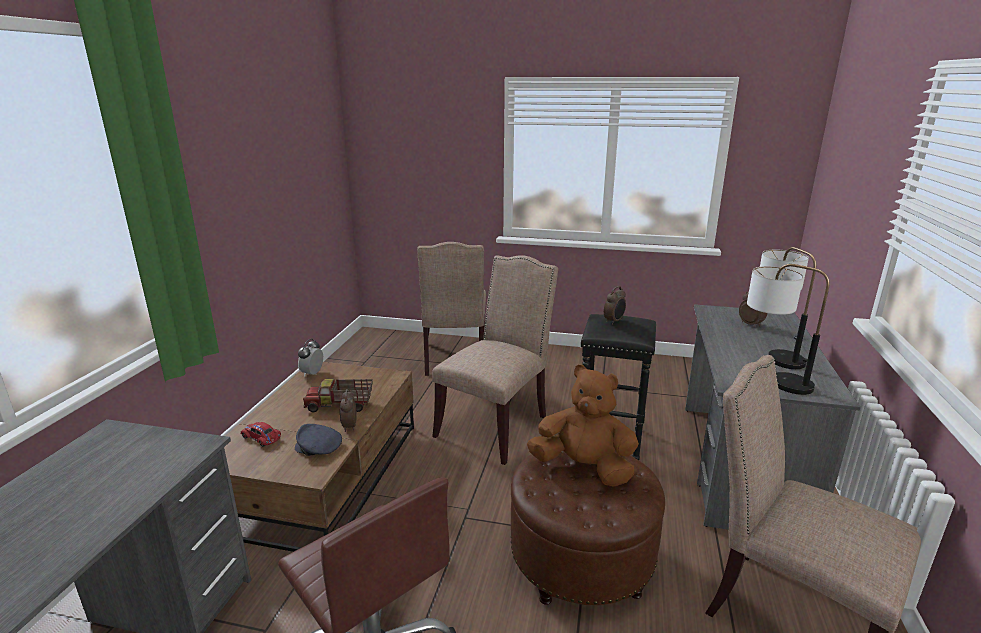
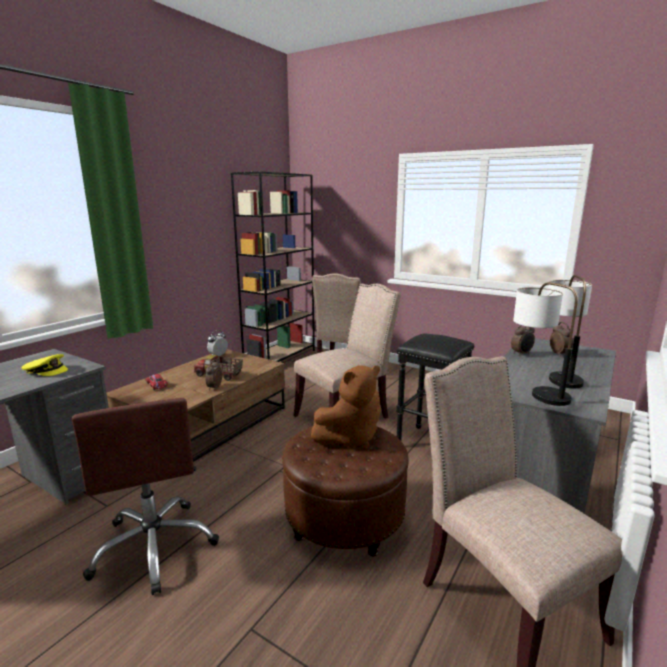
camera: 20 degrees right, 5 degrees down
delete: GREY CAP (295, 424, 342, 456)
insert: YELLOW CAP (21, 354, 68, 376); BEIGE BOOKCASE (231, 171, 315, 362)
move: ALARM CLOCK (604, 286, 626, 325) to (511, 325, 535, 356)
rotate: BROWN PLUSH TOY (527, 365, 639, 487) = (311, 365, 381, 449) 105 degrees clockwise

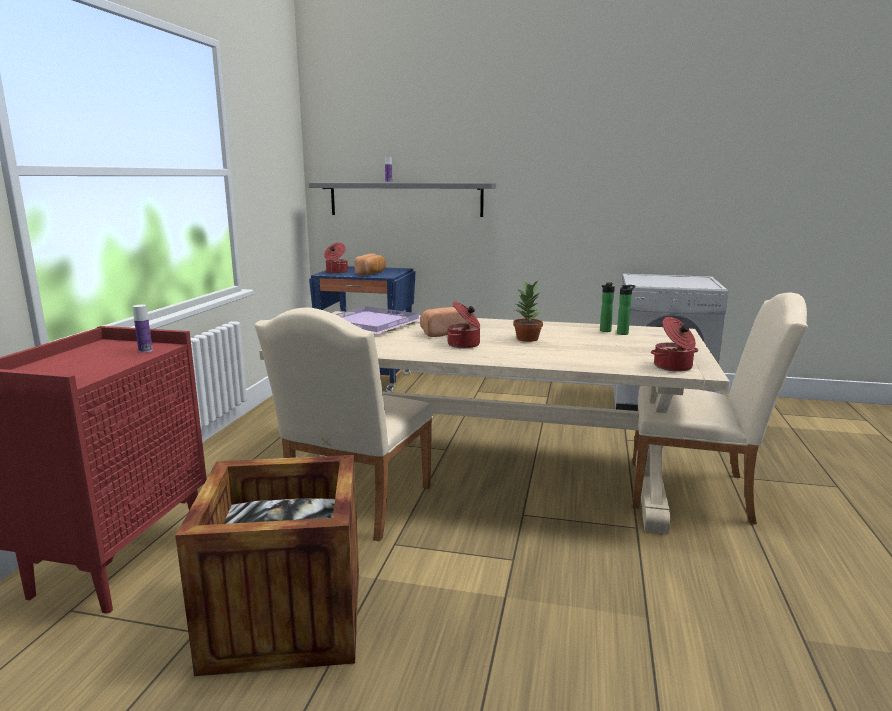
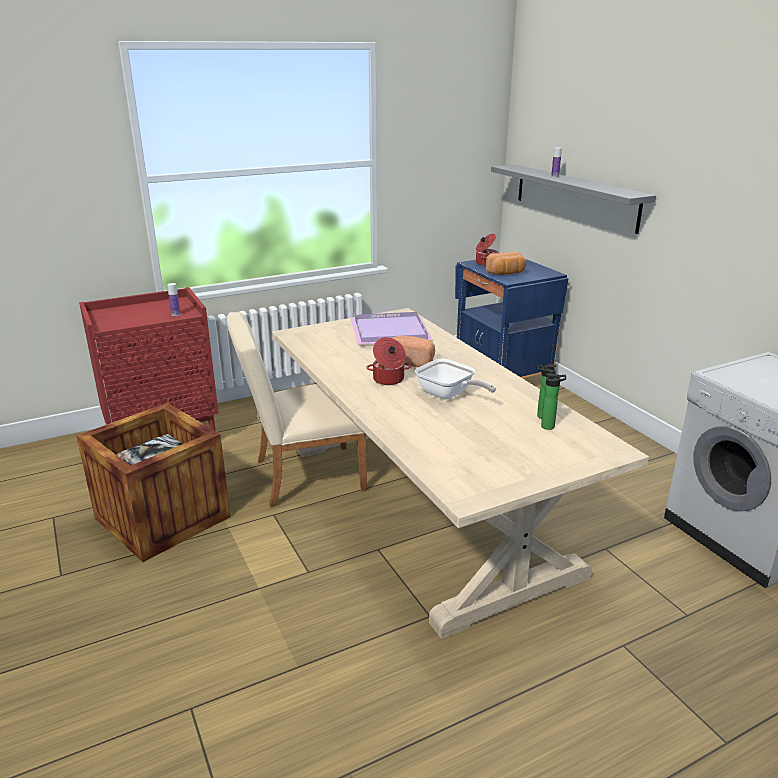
camera: 50 degrees right, 10 degrees up
delete: BEIGE CHAIR (632, 293, 808, 524); COOKING POT (651, 317, 699, 372)
replace: POTTED PLANT (513, 280, 543, 342) to FRYING PAN (415, 358, 496, 399)

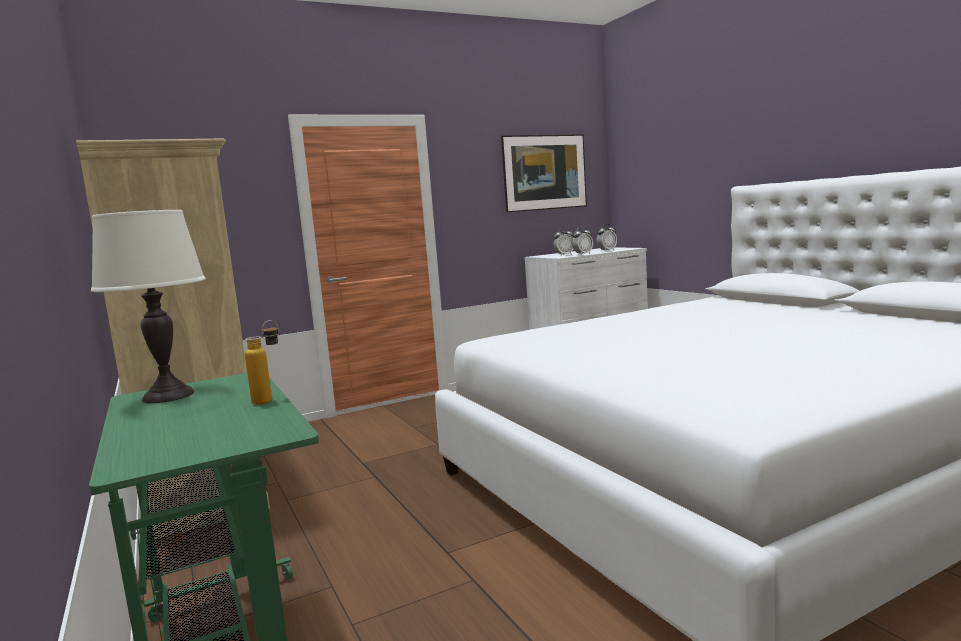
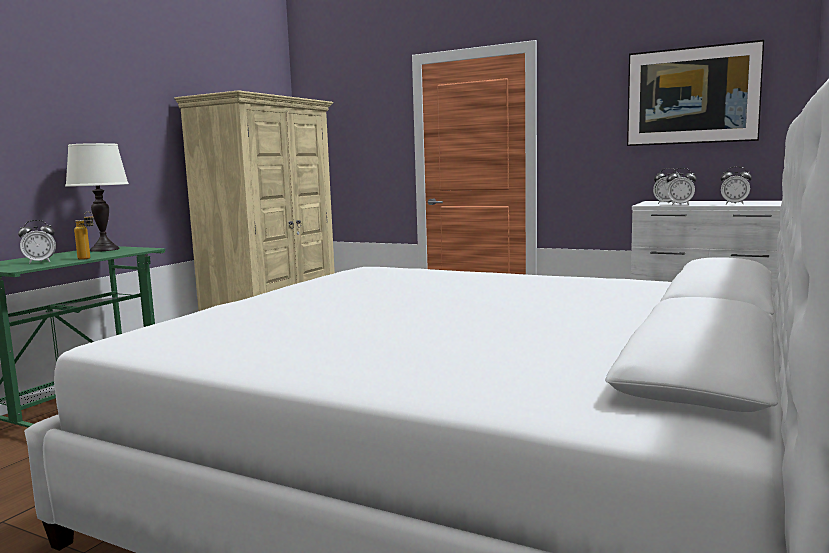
camera: 55 degrees right, 0 degrees up
insert: ALARM CLOCK (18, 220, 56, 264)

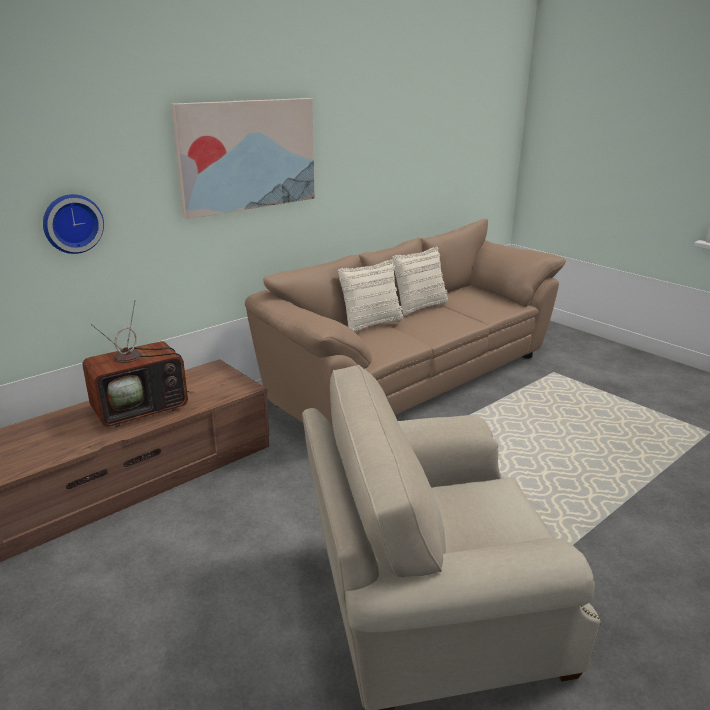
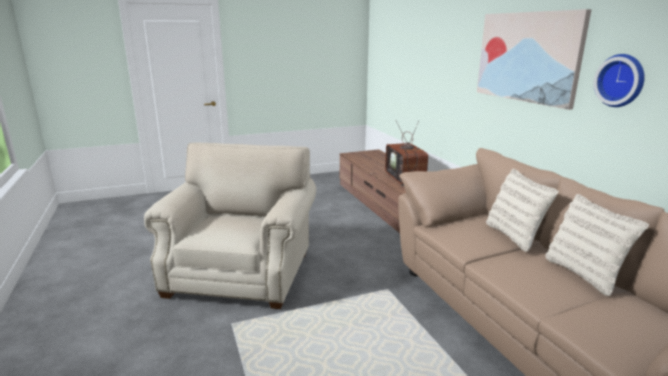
camera: 110 degrees right, 5 degrees down
move: WALL CLOCK (43, 194, 104, 254) to (593, 54, 645, 107)

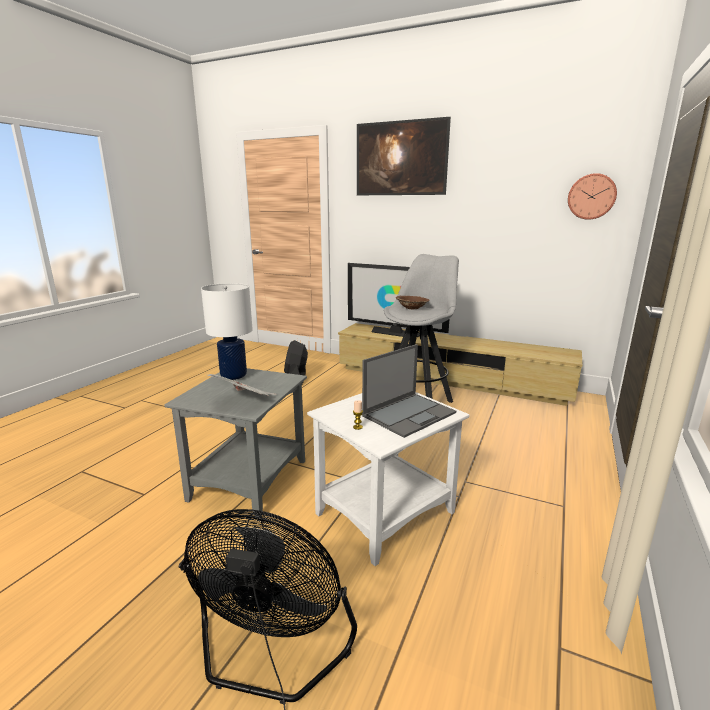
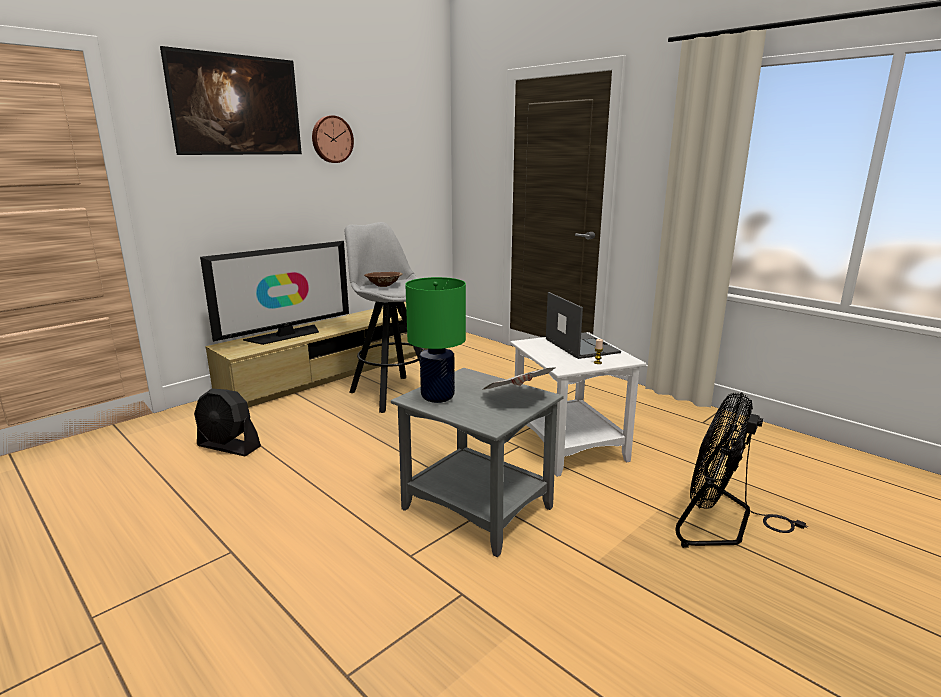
camera: 70 degrees left, 0 degrees up
move: WALL CLOCK (568, 173, 617, 220) to (312, 115, 354, 163)
recolor: WHITE TABLE LAMP (201, 283, 253, 380) to GREEN TABLE LAMP (405, 277, 466, 403)

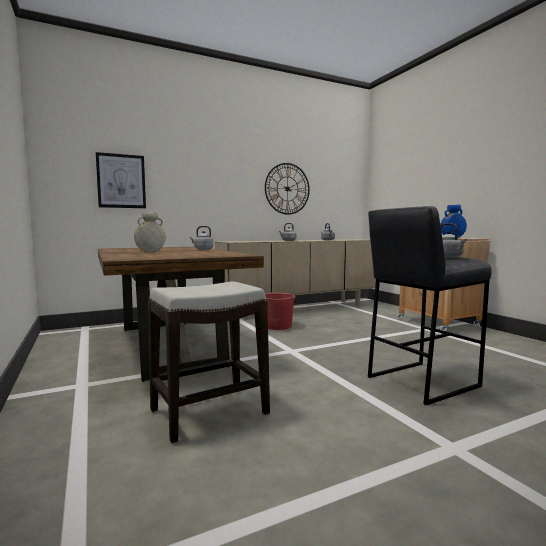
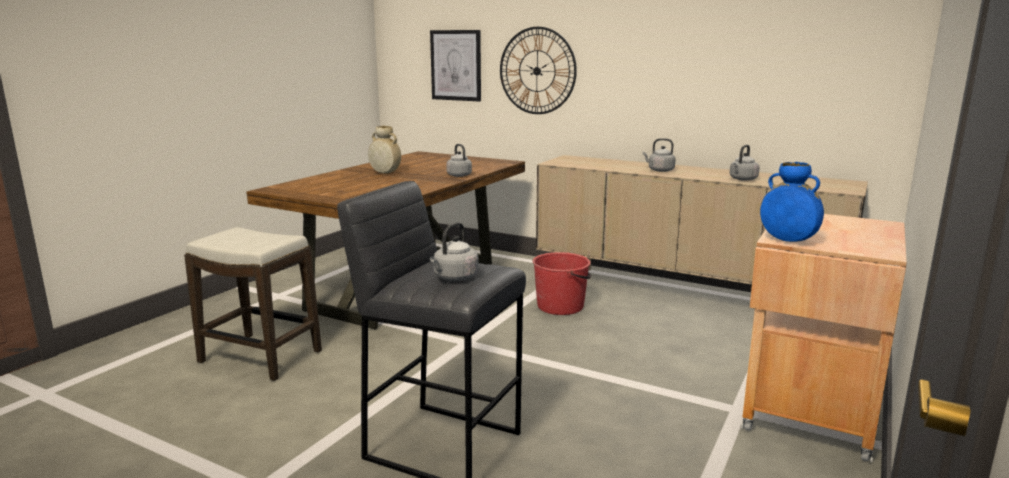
camera: 55 degrees right, 10 degrees up
move: WALL CLOCK (265, 163, 310, 215) to (500, 27, 577, 114)

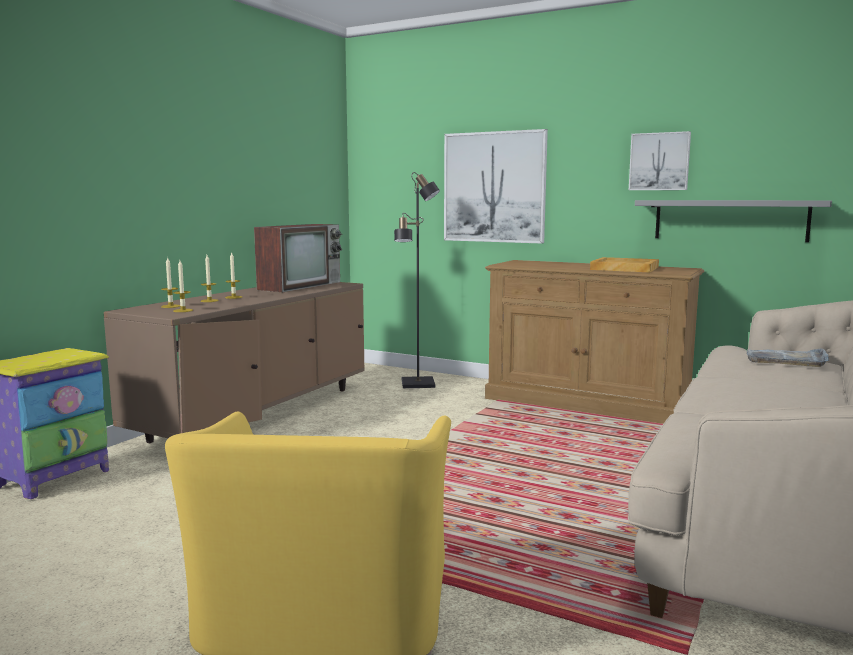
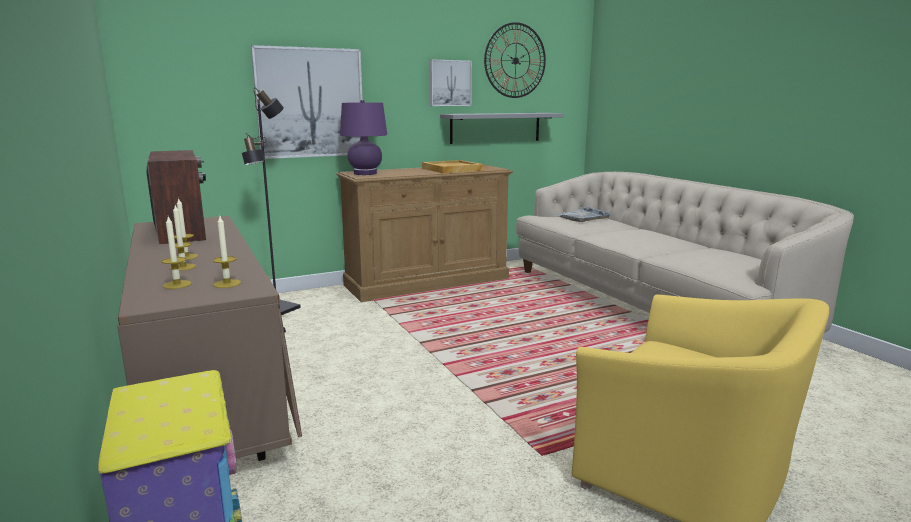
camera: 55 degrees left, 5 degrees up
insert: PURPLE TABLE LAMP (340, 100, 387, 175); WALL CLOCK (484, 22, 546, 98)

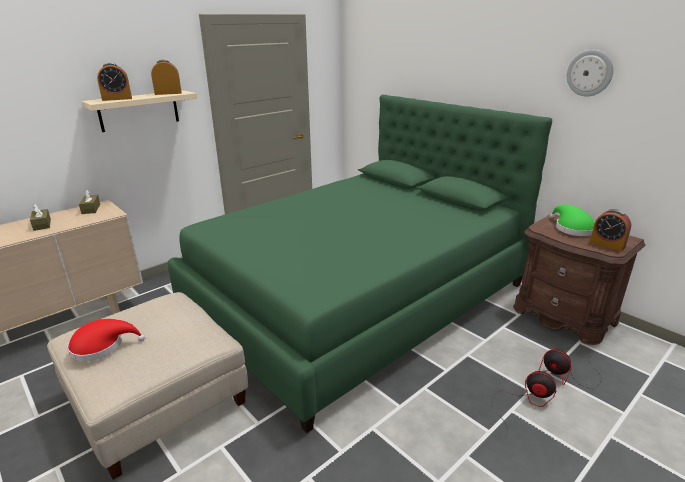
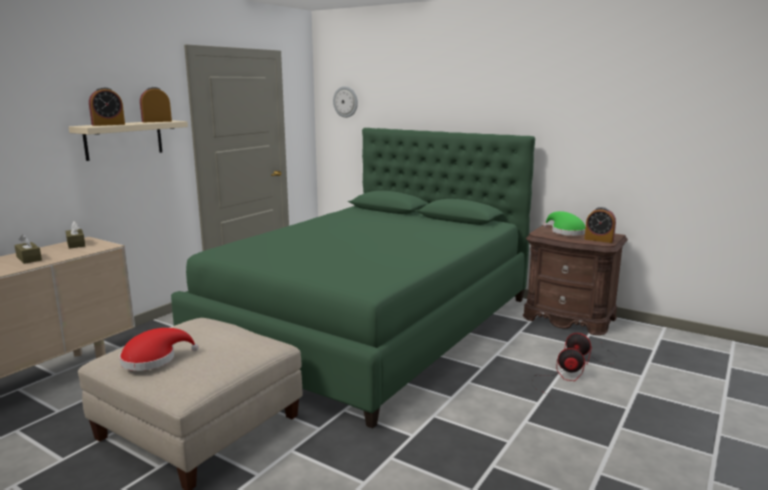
camera: 15 degrees left, 10 degrees down
move: WALL CLOCK (567, 50, 613, 97) to (333, 86, 358, 118)

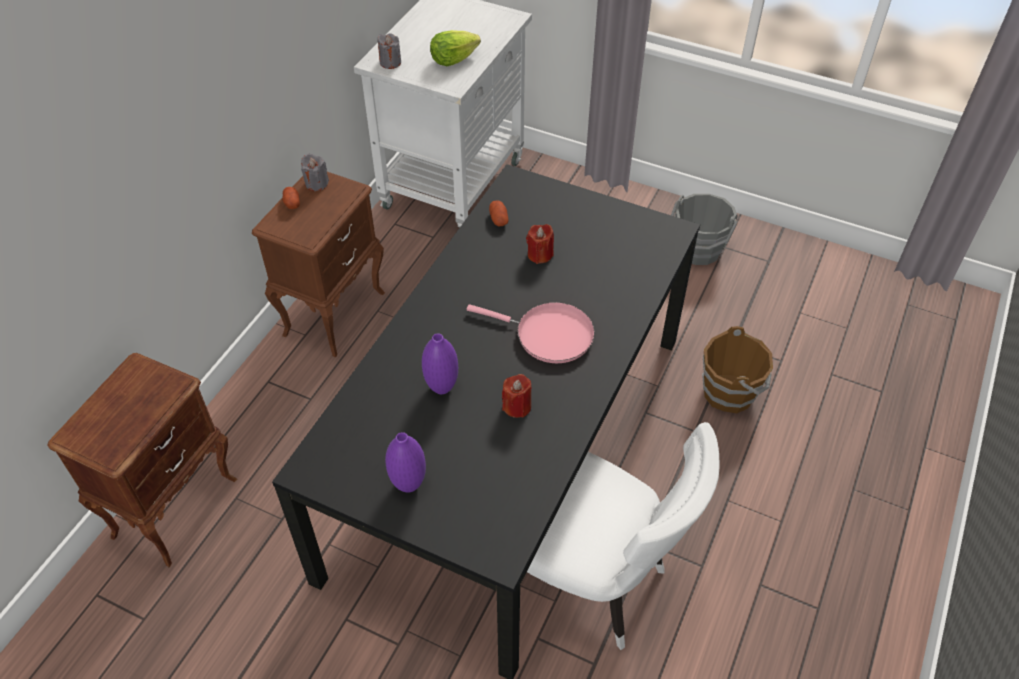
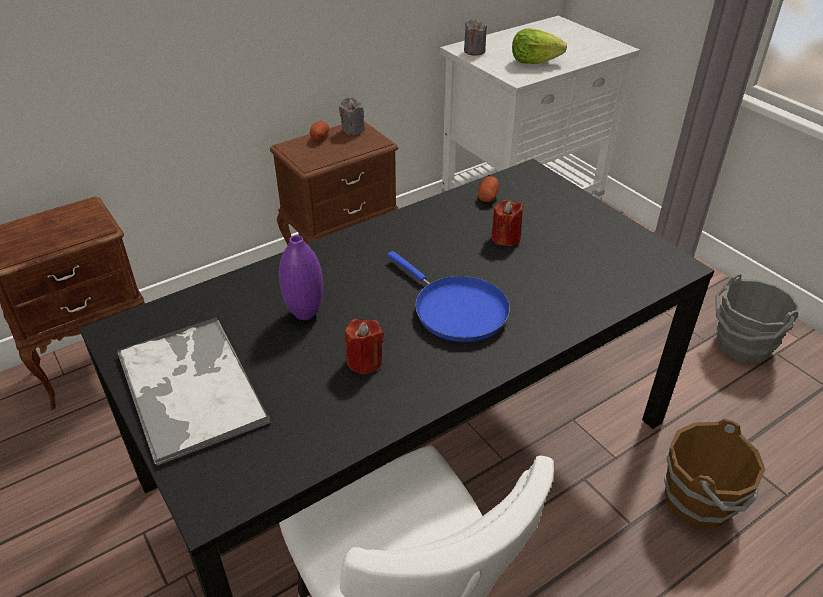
camera: 30 degrees right, 10 degrees down
replace: PURPLE VASE (385, 432, 426, 493) to TRAY (117, 317, 271, 466)
recolor: PINK FRYING PAN (467, 302, 595, 363) to BLUE FRYING PAN (387, 251, 510, 342)

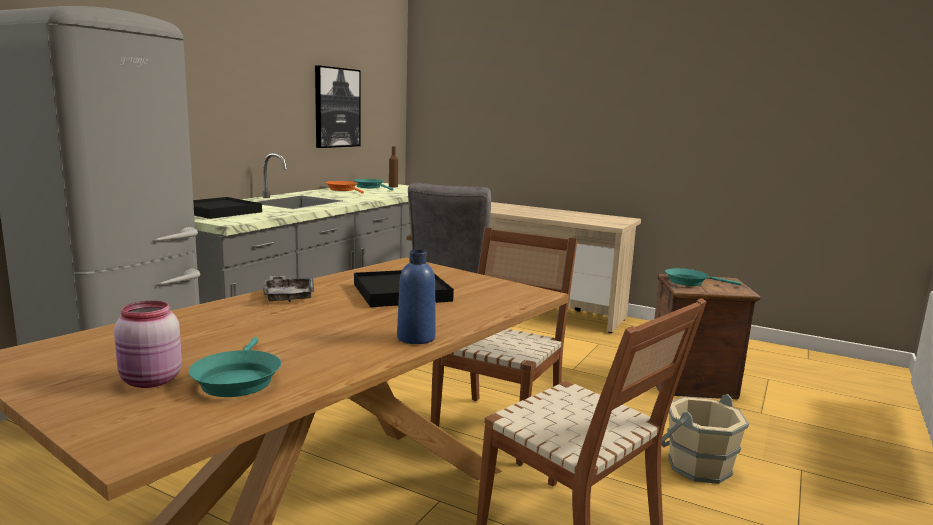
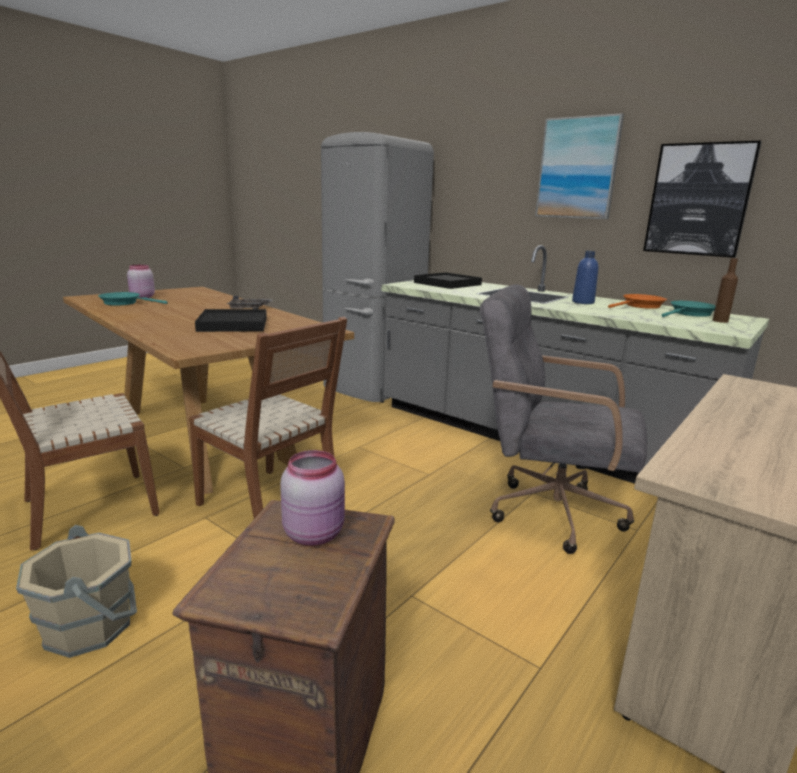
camera: 100 degrees right, 5 degrees up
insert: PICTURE (535, 113, 624, 219)
move: BLUE BOTTLE (397, 250, 436, 344) to (572, 251, 598, 304)
replace: TURQUOISE FRYING PAN (665, 268, 741, 286) to PINK JAR (280, 450, 345, 546)

